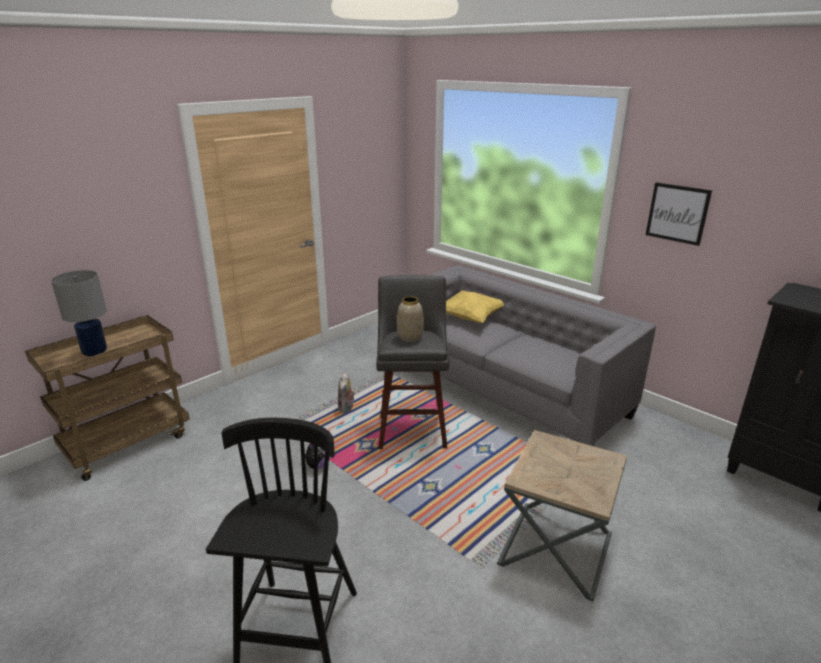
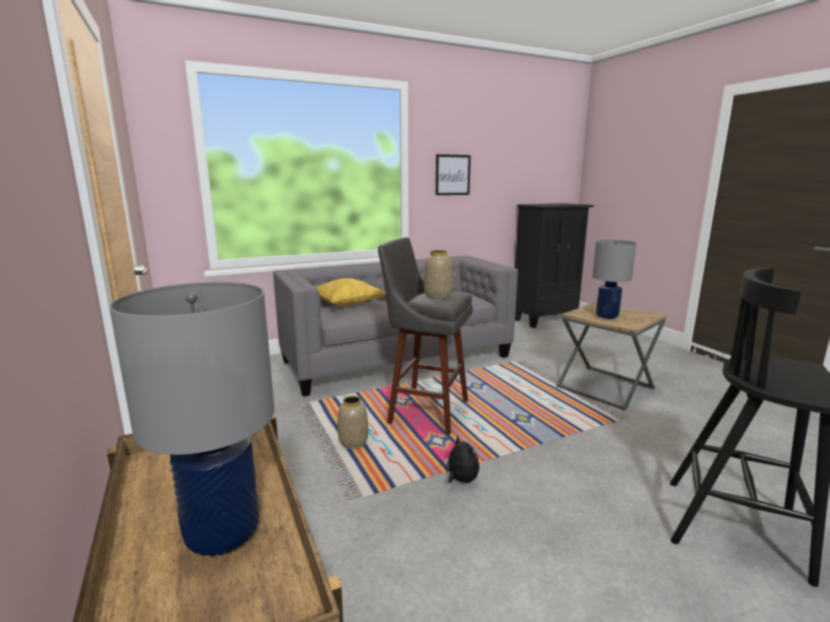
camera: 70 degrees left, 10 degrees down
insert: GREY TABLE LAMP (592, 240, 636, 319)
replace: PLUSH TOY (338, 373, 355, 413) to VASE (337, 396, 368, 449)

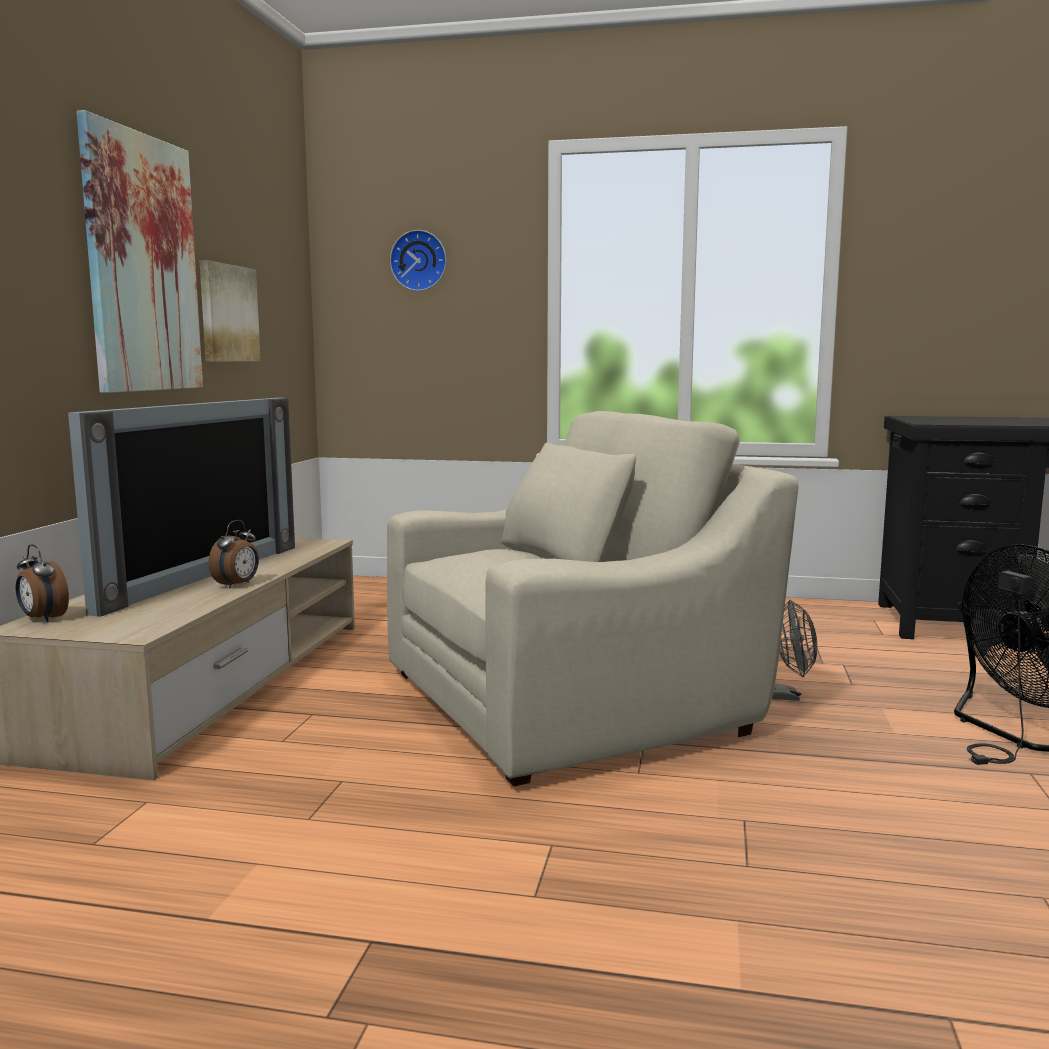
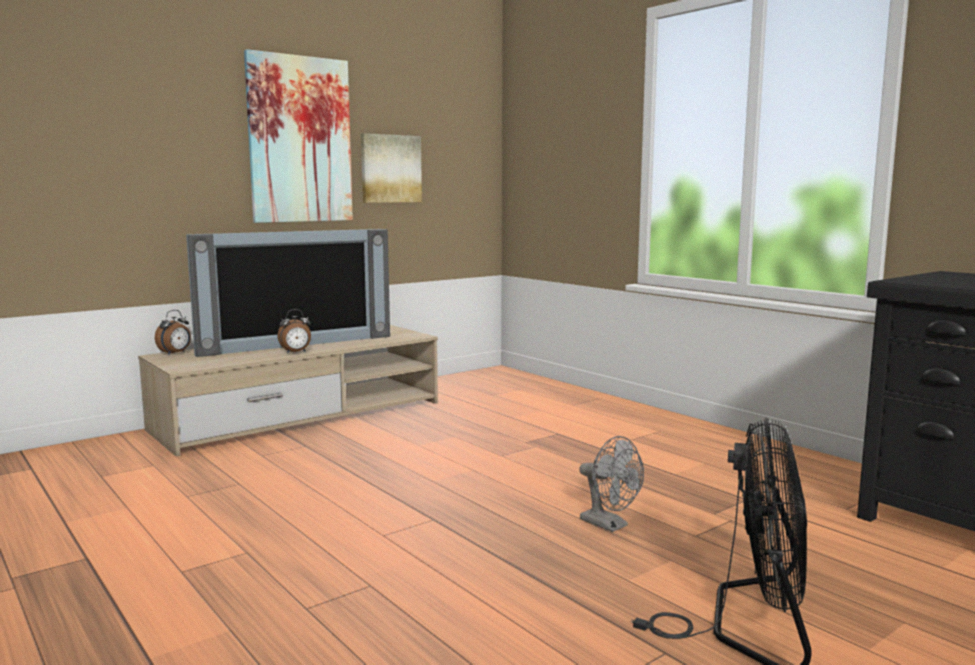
camera: 40 degrees right, 0 degrees up
delete: BEIGE ARMCHAIR (387, 411, 798, 786); WALL CLOCK (390, 230, 446, 291)
rotate: ALARM CLOCK (15, 545, 69, 622) = (155, 310, 191, 355) 135 degrees counterclockwise

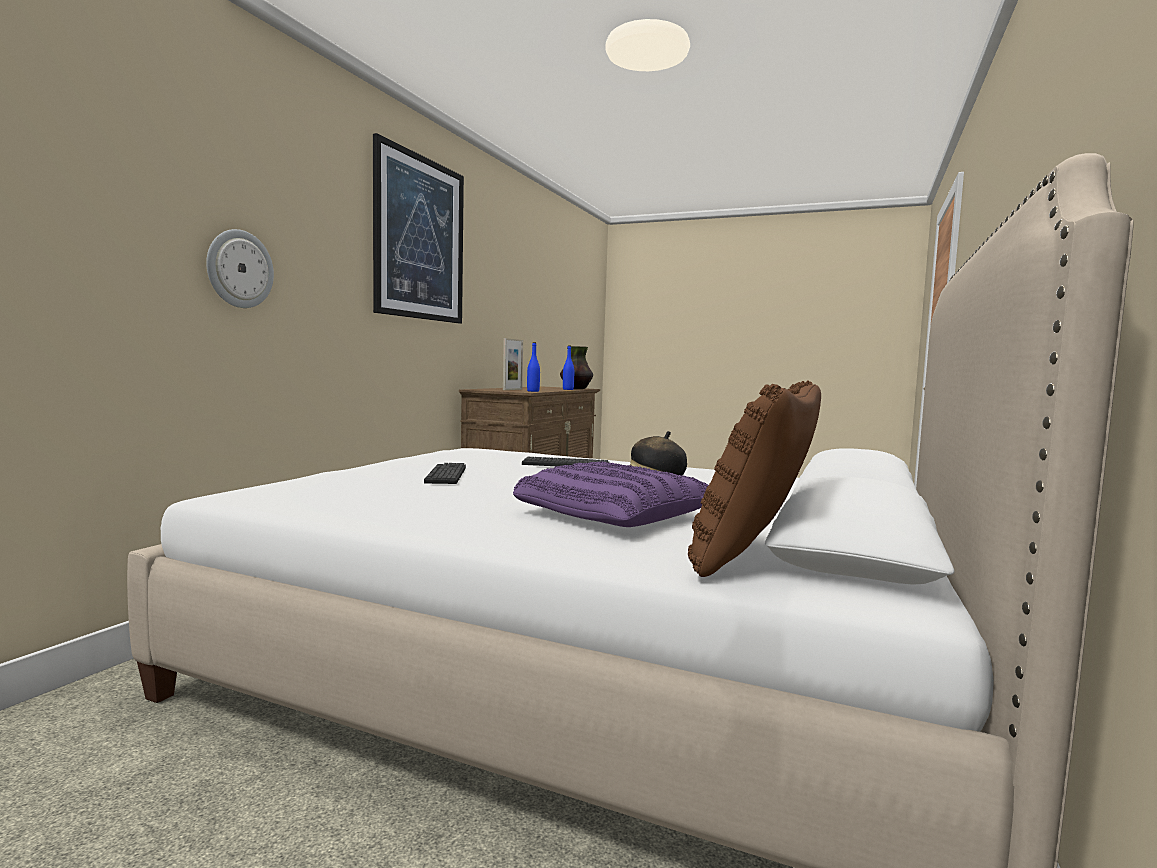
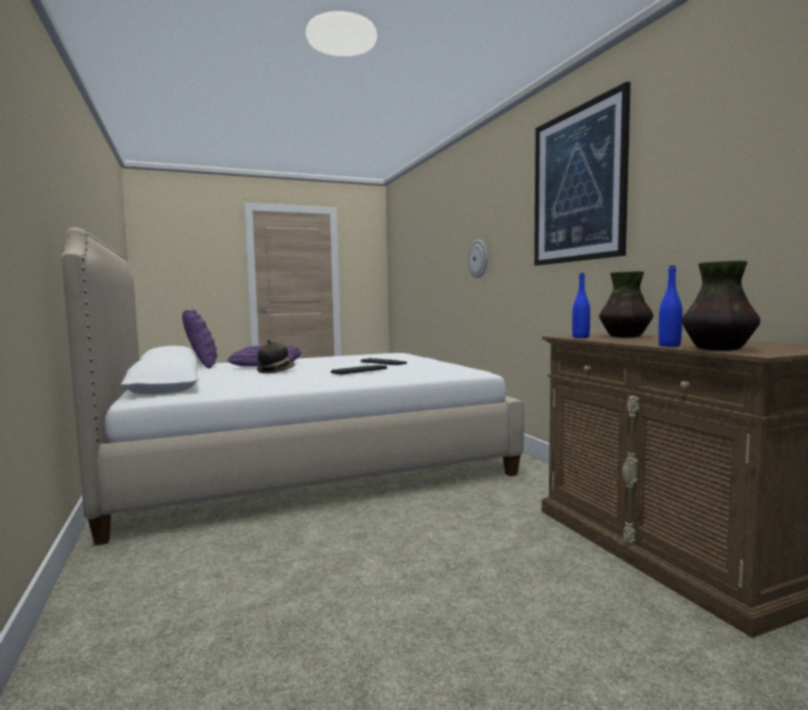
camera: 135 degrees right, 0 degrees up
replace: PICTURE FRAME (503, 338, 523, 390) to VASE (599, 271, 653, 338)
recolor: BROWN PILLOW (688, 380, 821, 577) to PURPLE PILLOW (182, 310, 218, 368)

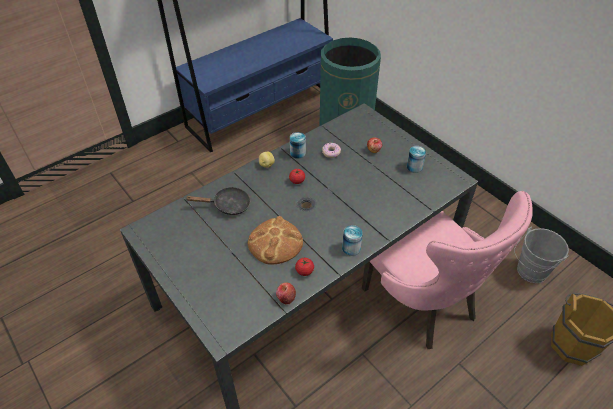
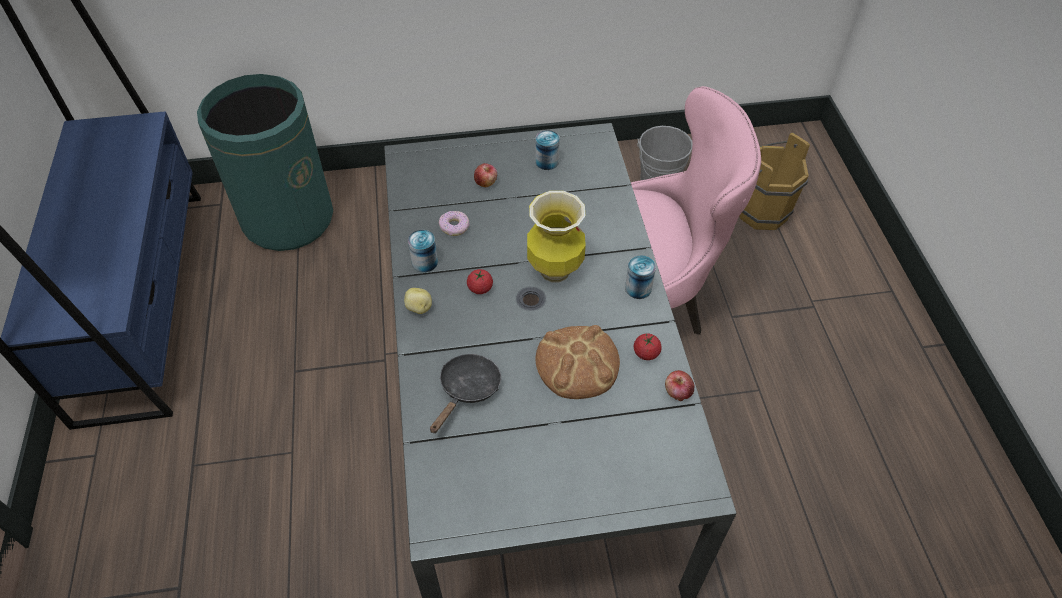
camera: 60 degrees left, 5 degrees up
insert: VASE (527, 191, 586, 282)

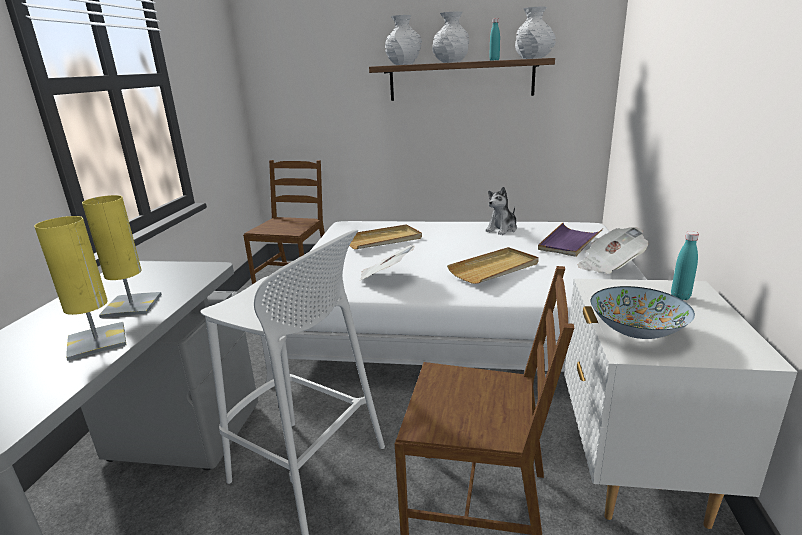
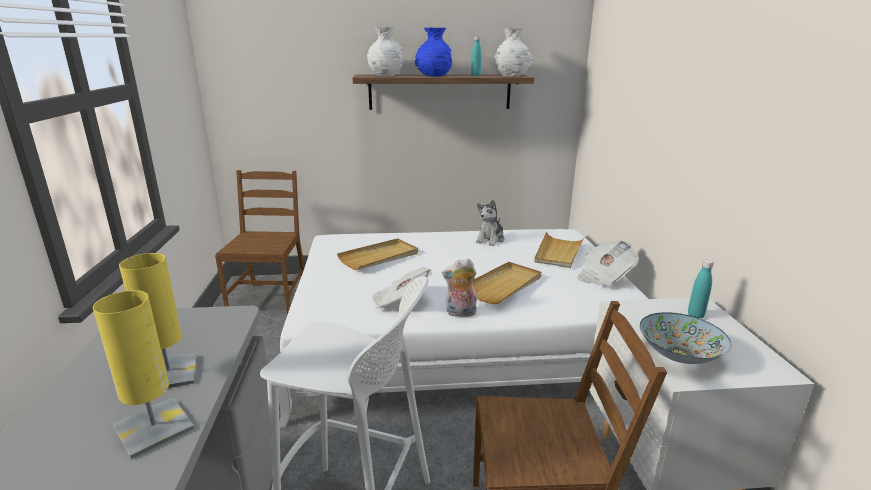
camera: 15 degrees left, 0 degrees up
insert: PLUSH TOY (442, 258, 477, 317)
recolor: WHITE VASE (432, 12, 469, 63) to BLUE VASE (415, 28, 452, 76); PURPLE TRAY (538, 223, 603, 257) to BEIGE TRAY (534, 232, 585, 268)

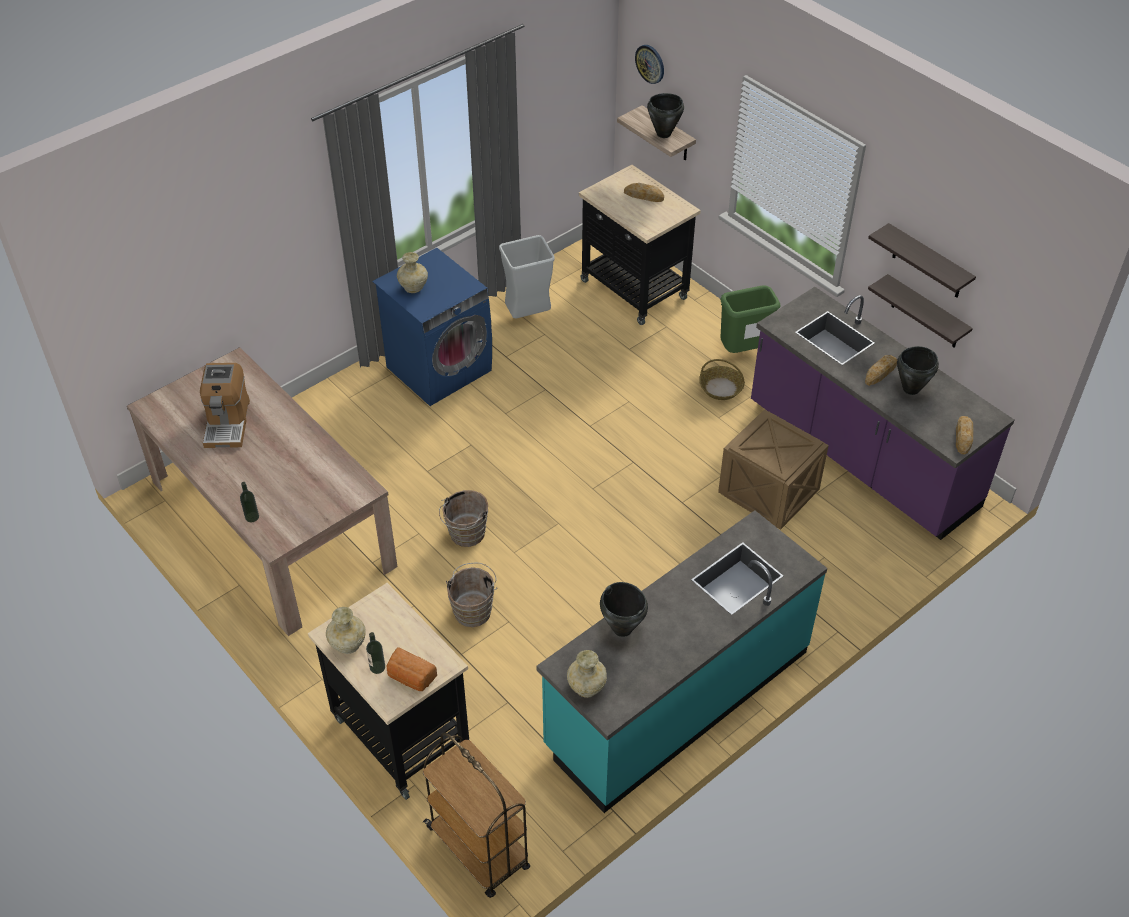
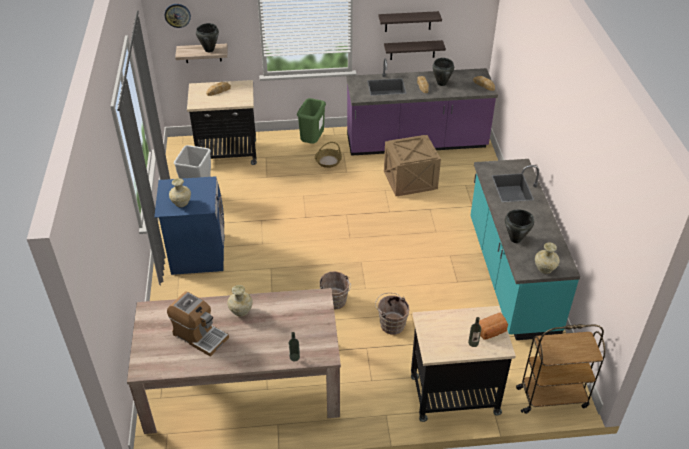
camera: 55 degrees left, 5 degrees down
move: BEIGE VASE (326, 607, 366, 654) to (227, 285, 253, 317)

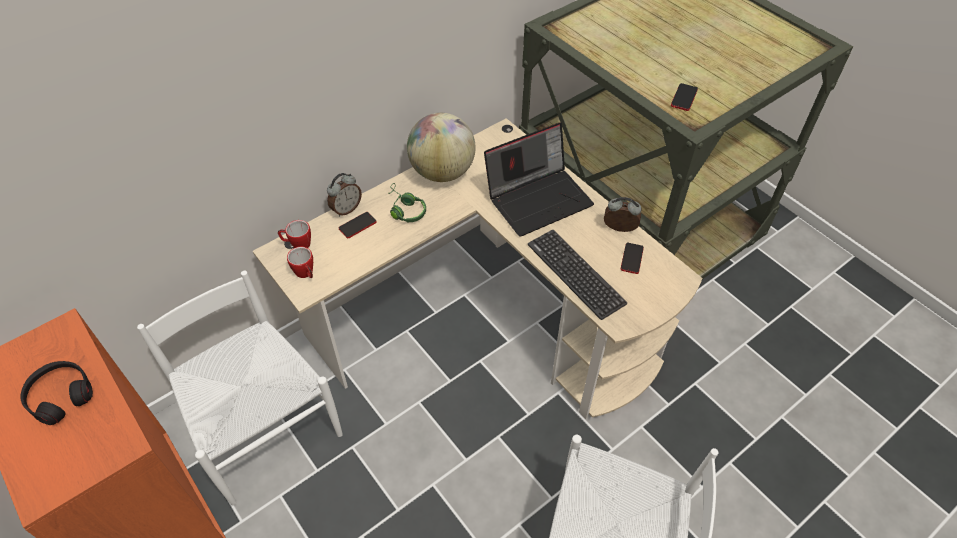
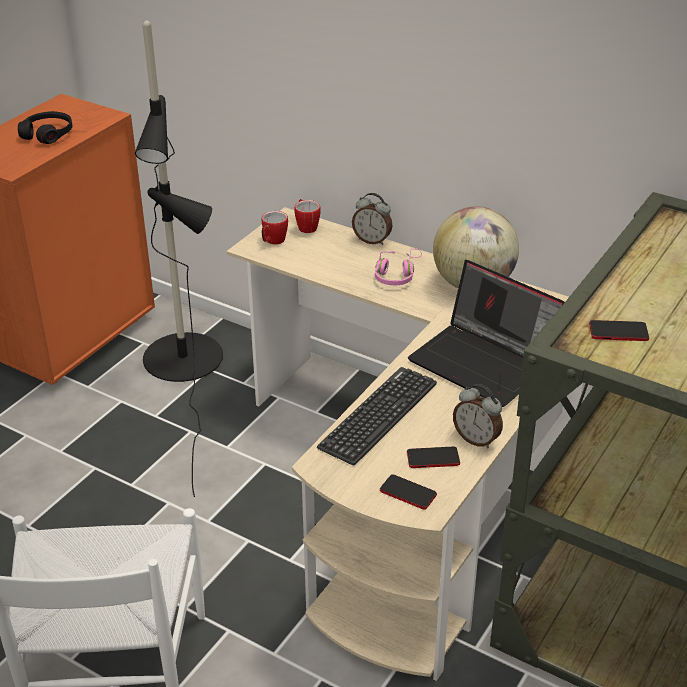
camera: 70 degrees right, 15 degrees down
move: PHONE (339, 212, 376, 238) to (380, 474, 437, 510)
replace: WHITE CHAIR (137, 271, 343, 505) to BLACK FLOOR LAMP (135, 20, 223, 497)
recolor: GREEN HEADPHONES (389, 183, 426, 222) to PINK HEADPHONES (375, 248, 422, 285)
rotate: ALARM CLOCK (604, 197, 642, 232) = (453, 384, 503, 448) 135 degrees clockwise

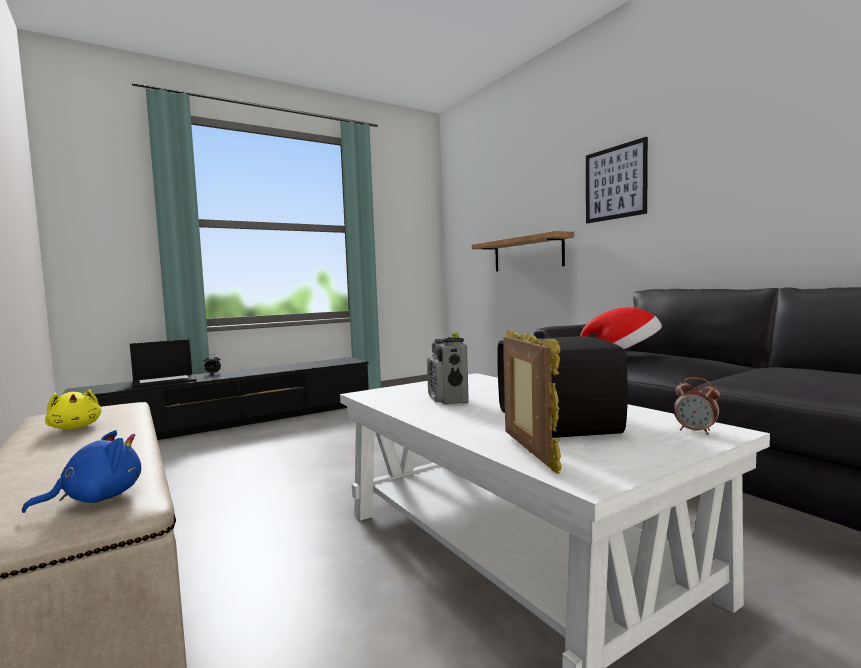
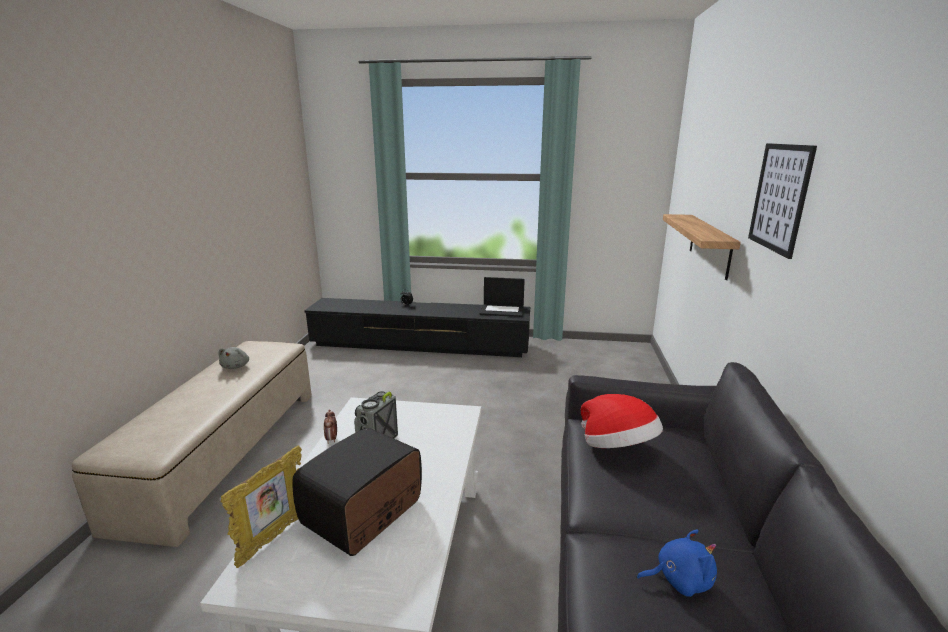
camera: 40 degrees right, 15 degrees up
move: ALARM CLOCK (674, 377, 720, 435) to (324, 409, 337, 442); LAPTOP (130, 339, 197, 388) to (480, 277, 525, 317); BLUE PLUSH TOY (22, 430, 141, 513) to (637, 530, 717, 597)
recolor: YELLOW PLUSH TOY (45, 389, 101, 430) to GREY PLUSH TOY (219, 347, 249, 369)

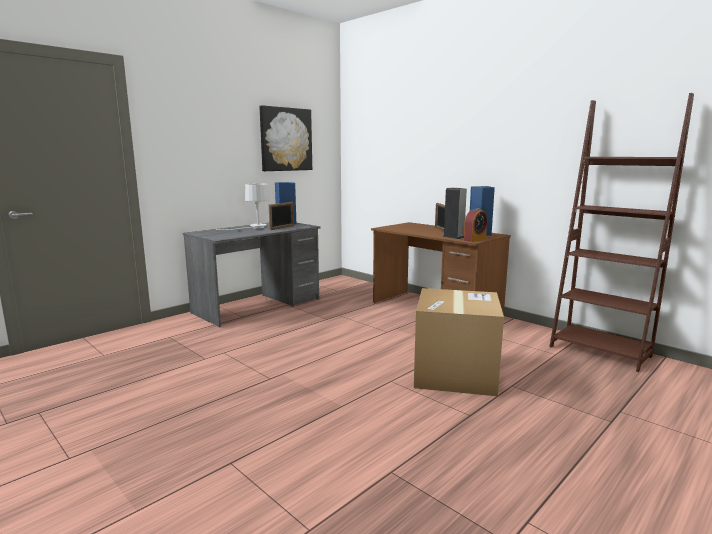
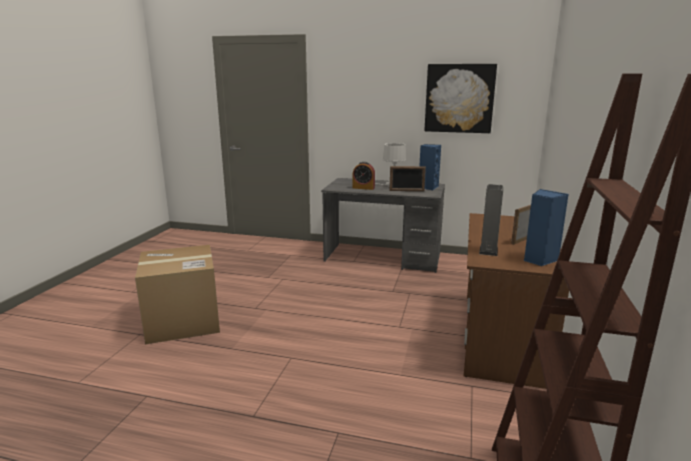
camera: 60 degrees right, 5 degrees up
move: CARDBOARD BOX (414, 288, 504, 396) to (135, 245, 220, 344); ALARM CLOCK (464, 208, 487, 242) to (353, 162, 375, 190)

